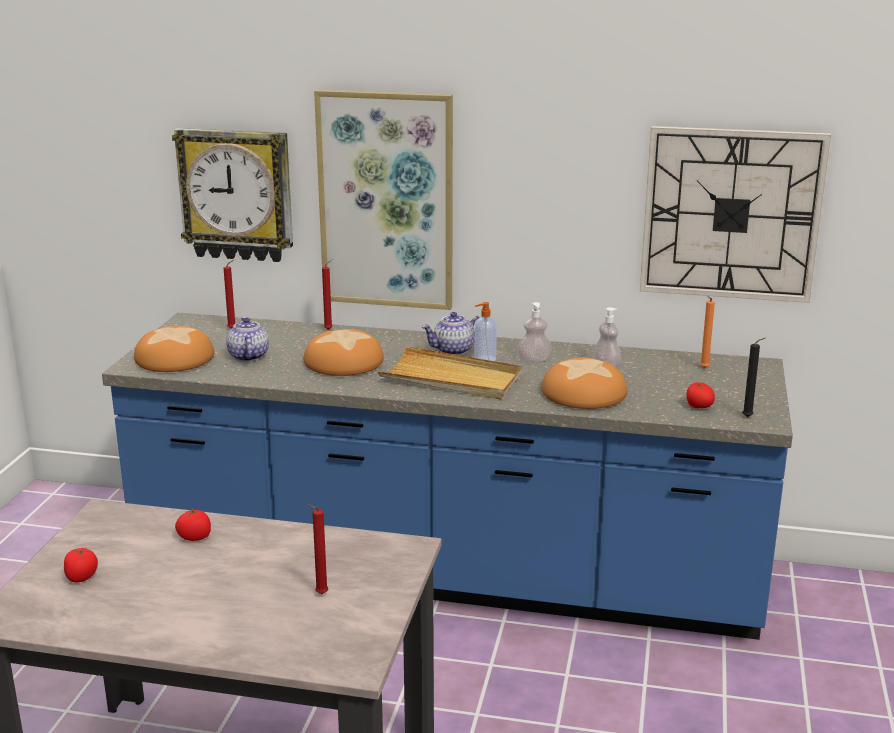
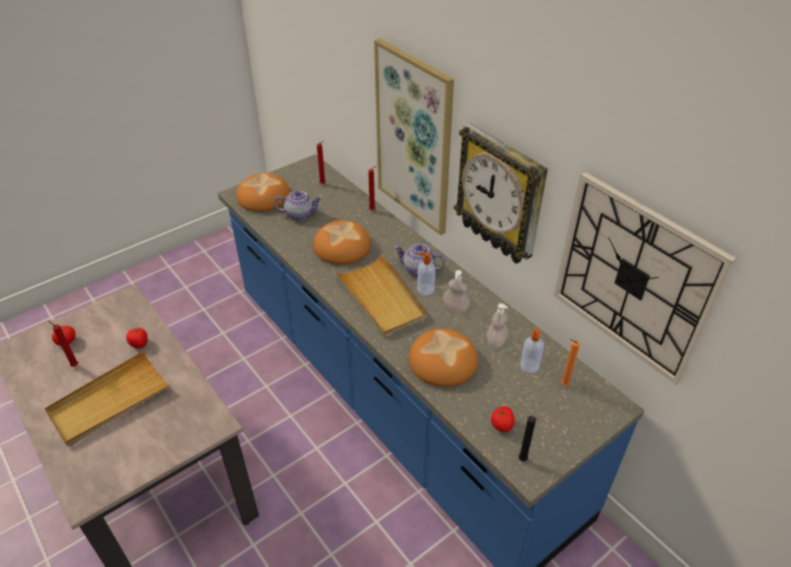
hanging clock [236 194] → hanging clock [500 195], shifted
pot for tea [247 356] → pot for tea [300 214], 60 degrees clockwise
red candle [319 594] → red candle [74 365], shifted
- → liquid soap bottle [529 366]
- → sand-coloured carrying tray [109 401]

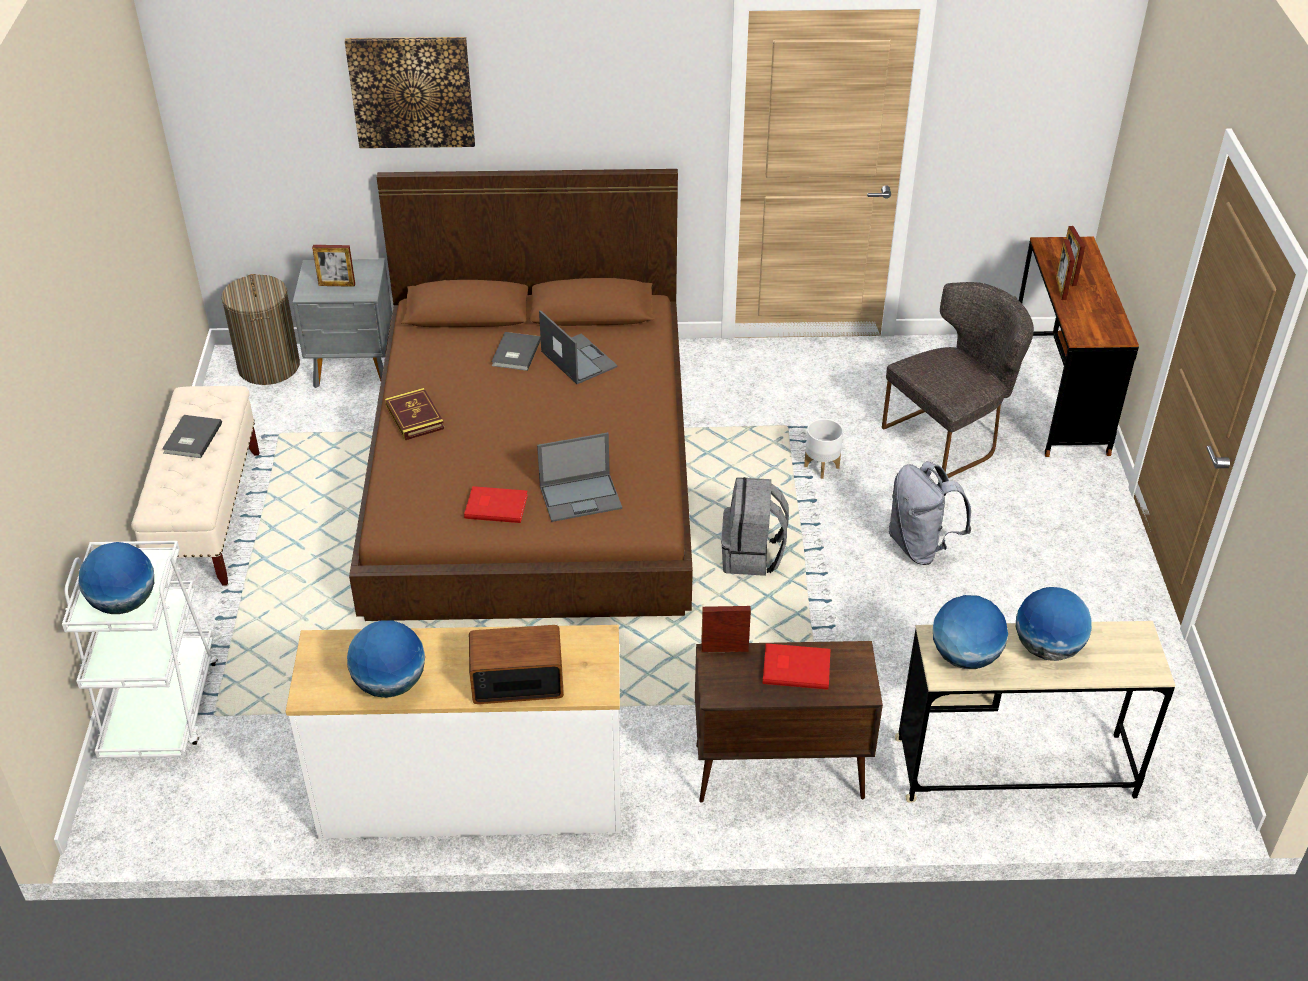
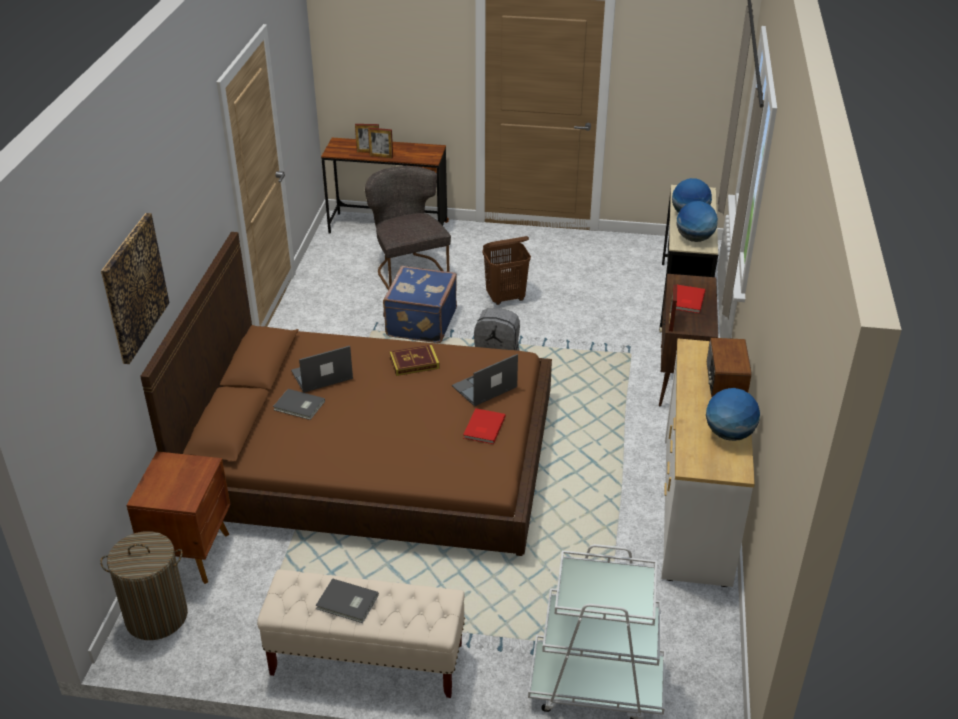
standing frame [337 284] → -
gray bedside table [355 368] → brown bedside table [191 553]
bound book [415 417] → bound book [414 363], shifted
whitish planter [821 467] → blue-coloured travel case [420 323]
notebook computer [581 497] → notebook computer [484 387], 120 degrees counterclockwise
gray backpack [920 546] → brown washing basket [506 298]
desk globe [124 603] → -

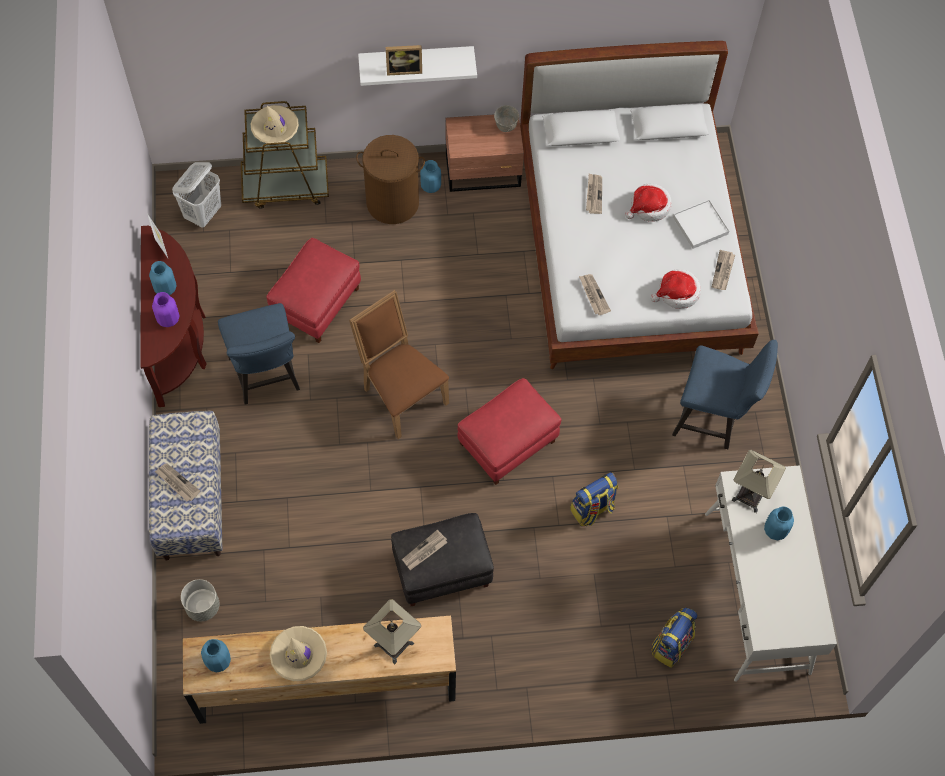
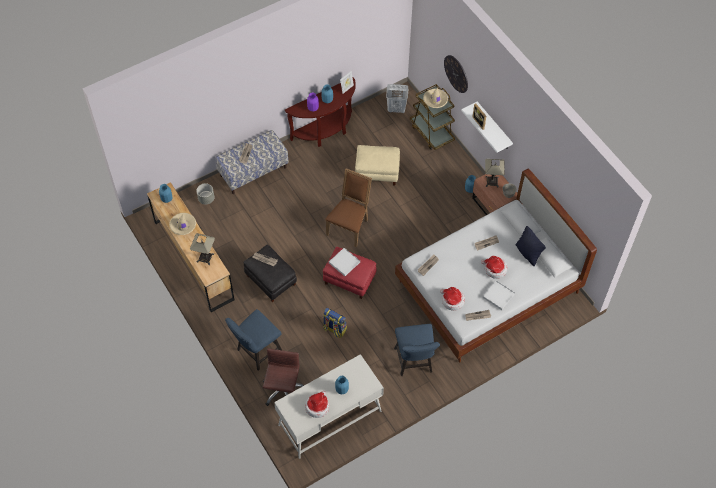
brown washing basket [393 202] → -
red footrest [316 304] → sand-coloured footrest [376 172]
blue-coloured plain chair [267 378] → blue-coloured plain chair [257 352], shifted
tabletop lamp [749 495] → tabletop lamp [492 181], shifted
backpack [671 644] → brown computer chair [282 390]
- → hanging clock [456 73]
- → black-coloured cushion [528 253]
- → whitish carrying tray [344 262]
- → wearable hat [317 406]

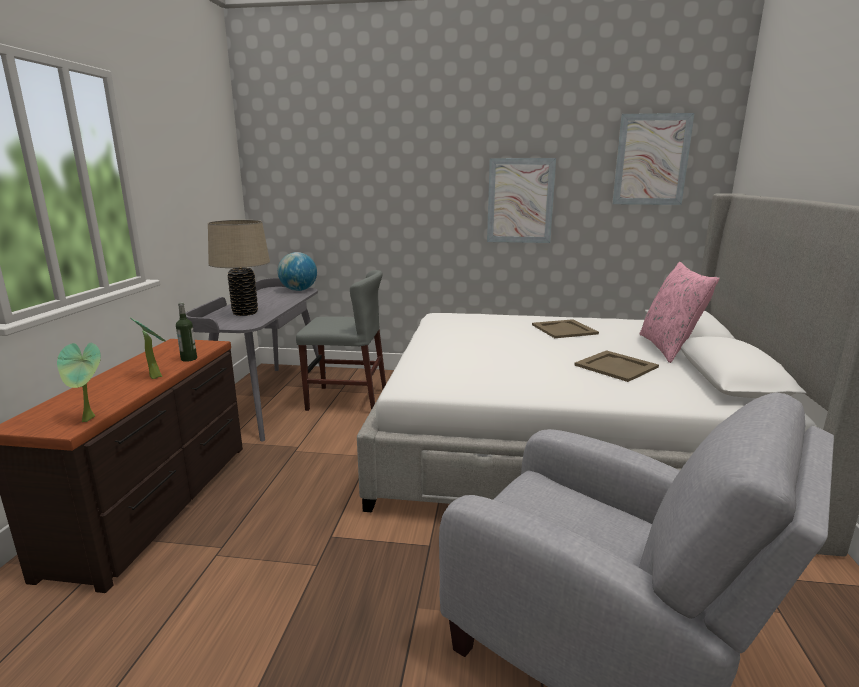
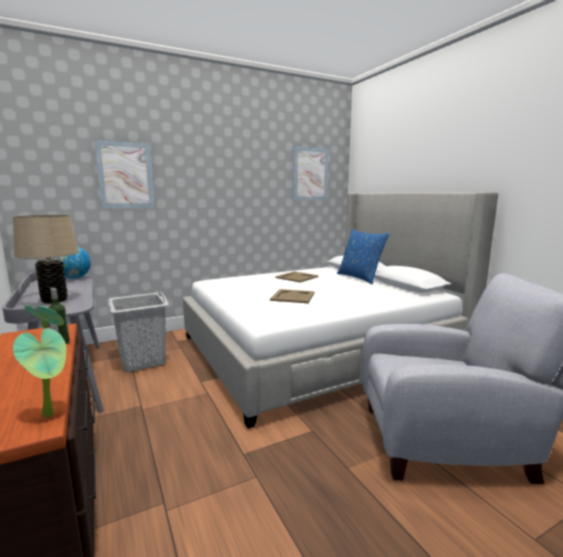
wall art [520 201] → wall art [125 175], shifted
pink-coloured cushion [669 348] → blue-coloured cushion [360 278]
gray plain chair [347 400] → gray washing basket [143 361]
sand-coloured carrying tray [615 366] → sand-coloured carrying tray [292 296], shifted

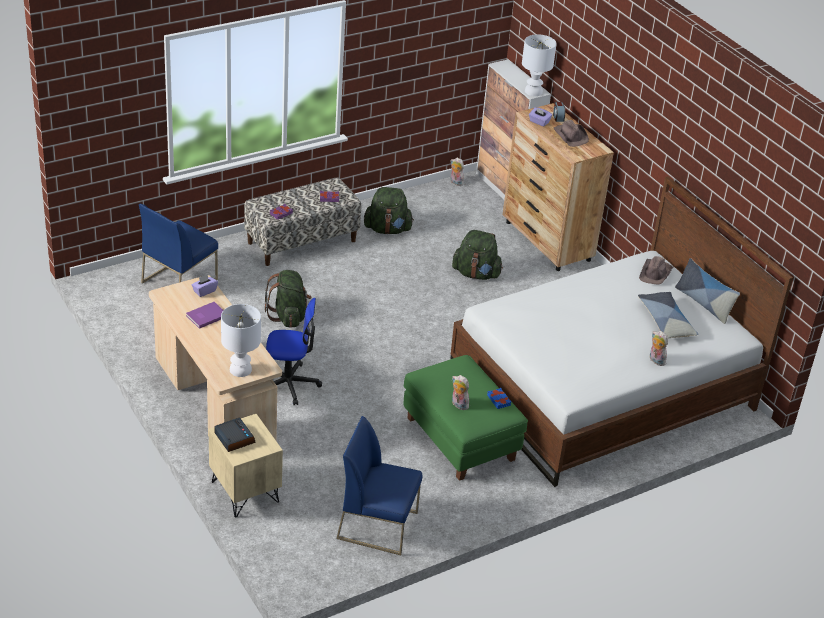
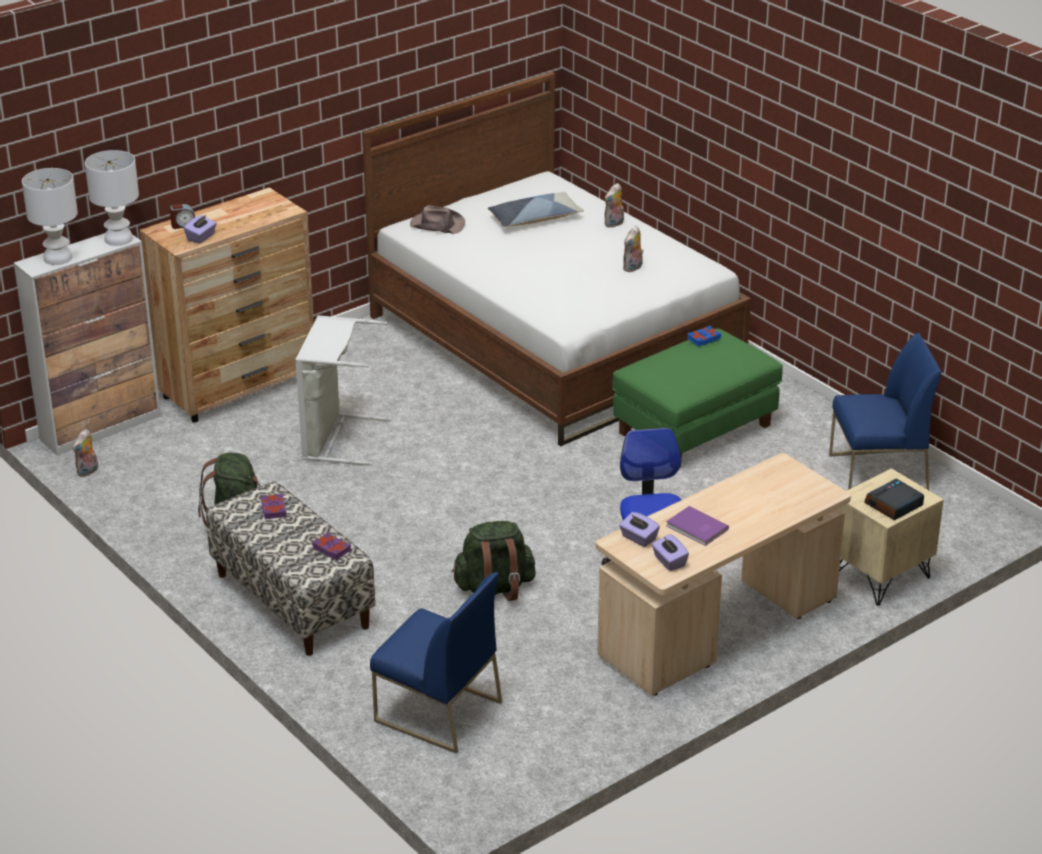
brown wearable hat [570 136] → -
green backpack [476 274] → gray washing basket [336 439]
cushion [703 303] → -
whitish tabletop lamp [241 369] → whitish tabletop lamp [57 258], shifted
soft toy [458 405] → soft toy [633 268], shifted
blue-coloured plain chair [378 525] → blue-coloured plain chair [877 473], 105 degrees counterclockwise
- → purple-coloured box of tissues [669 561]

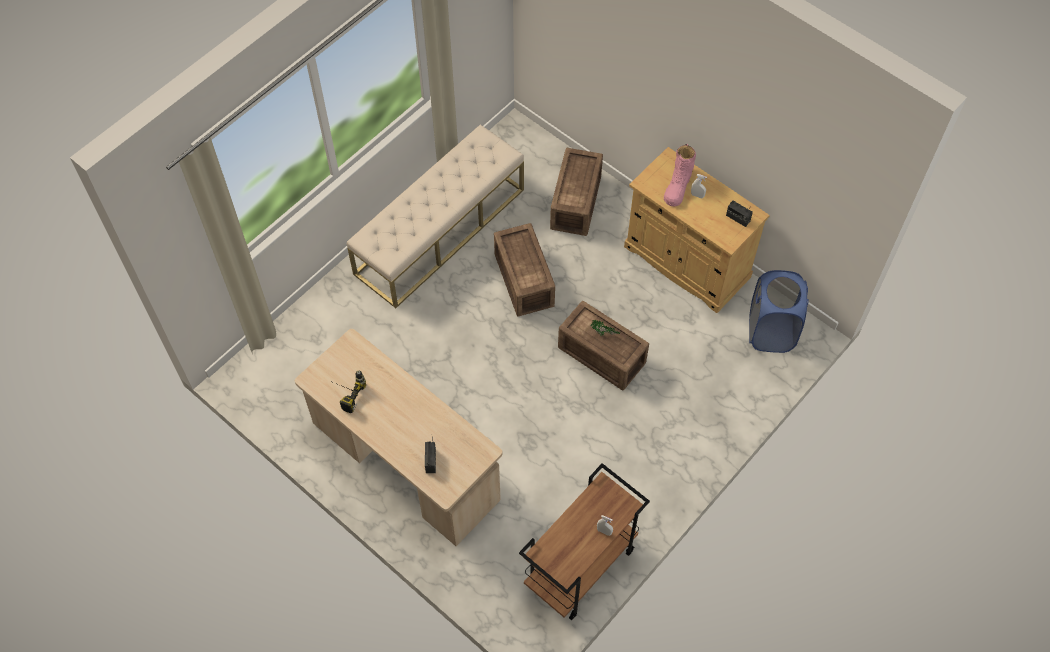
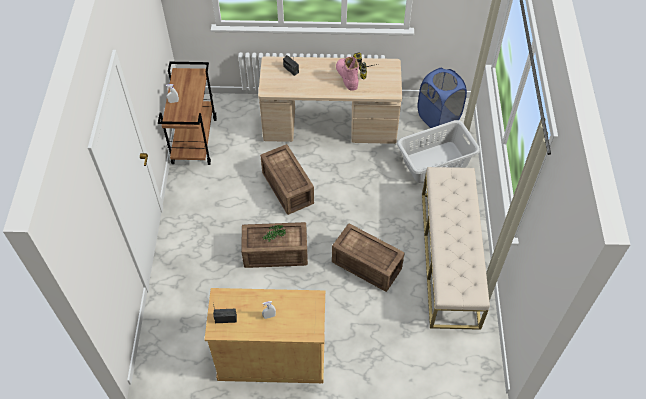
pink-coloured boot [678 186] → pink-coloured boot [347 77], shifted
packing crate [577 201] → packing crate [287 189], shifted
blue-coloured washing basket [770 331] → blue-coloured washing basket [438 117], shifted
- → gray washing basket [435 162]

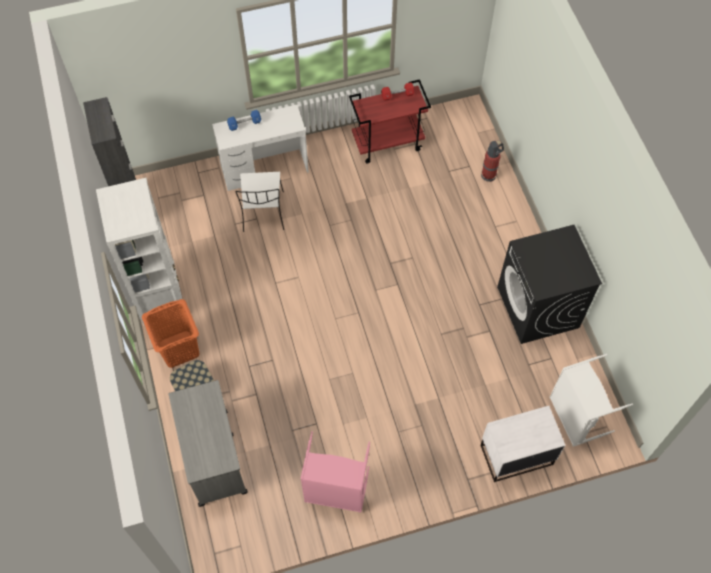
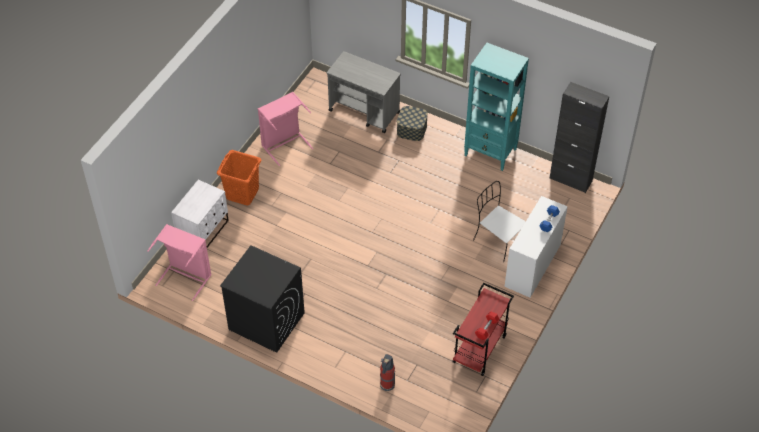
whitish shelving unit [160 297] → turquoise shelving unit [491 153]
orangey washing basket [179 349] → orangey washing basket [242 193], shifted
whitish washing basket [574 417] → pink-coloured washing basket [186 276]

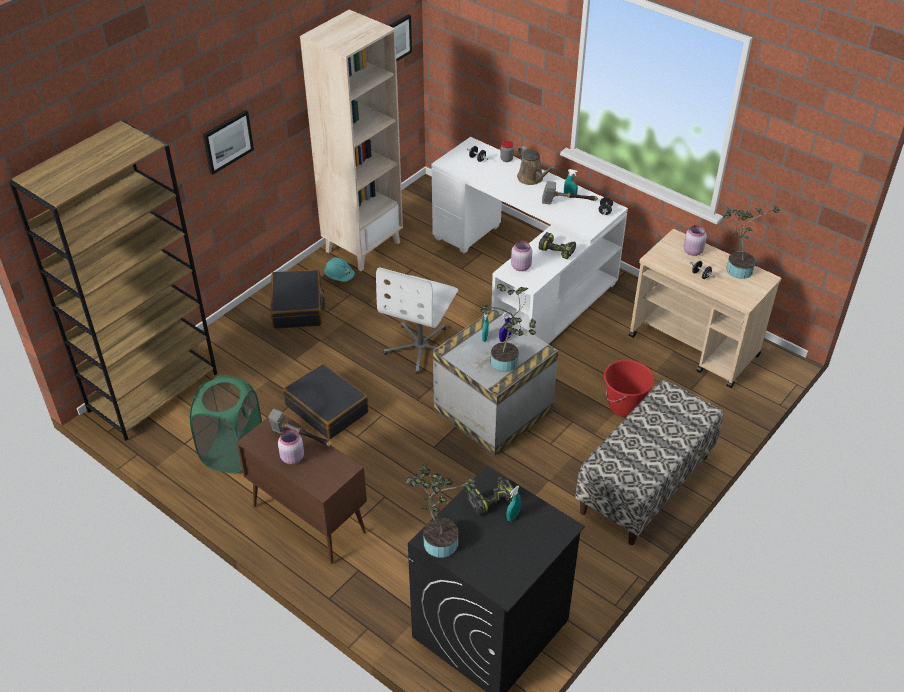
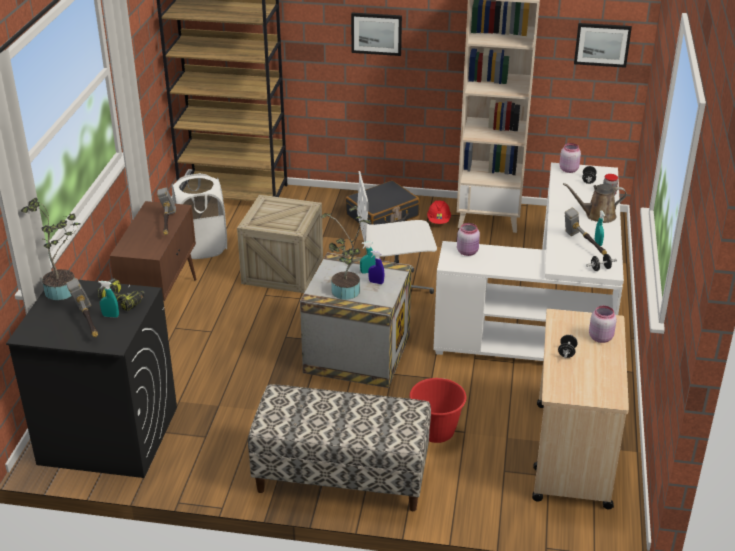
brown watering pot [532 178] → brown watering pot [597 215], 60 degrees clockwise
plant in a pot [736 268] → -
electric drill [558 250] → -
turquoise safety helmet [339 277] → red safety helmet [439 220]
black-coloured travel case [327 409] → packing crate [282 270]
green washing basket [233 452] → whitish washing basket [202 247]
pink-coloured preserve jar [291 457] → pink-coloured preserve jar [568 169], shifted
- → tool hammer [87 322]

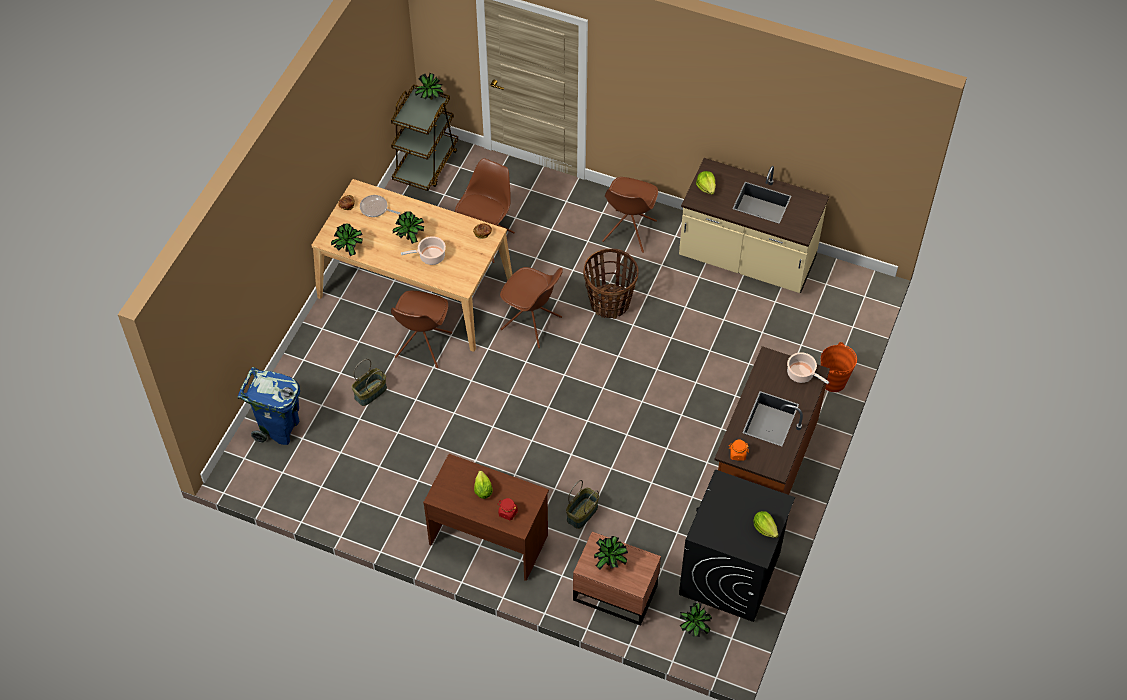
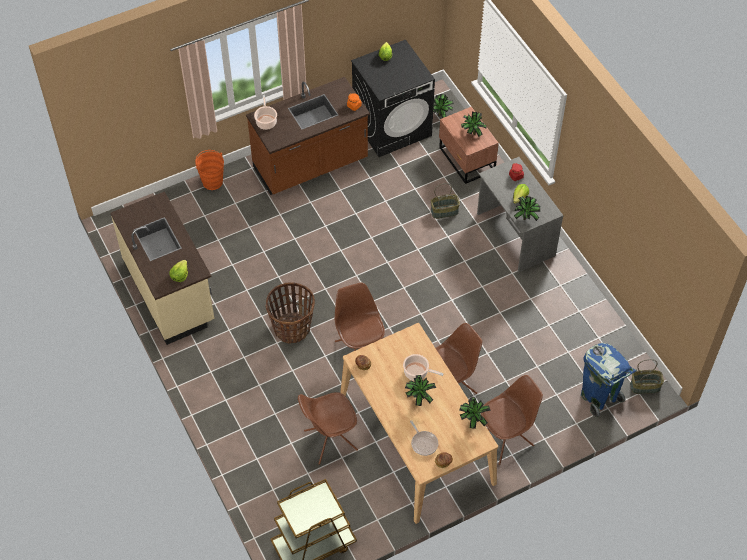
plant in a pot [430 100] → plant in a pot [526 218], shifted
brown plain chair [628 232] → brown plain chair [506 439], shifted
storage basket [370 393] → storage basket [645 386], shifted
brown desk table [488 538] → gray desk table [515 235]

